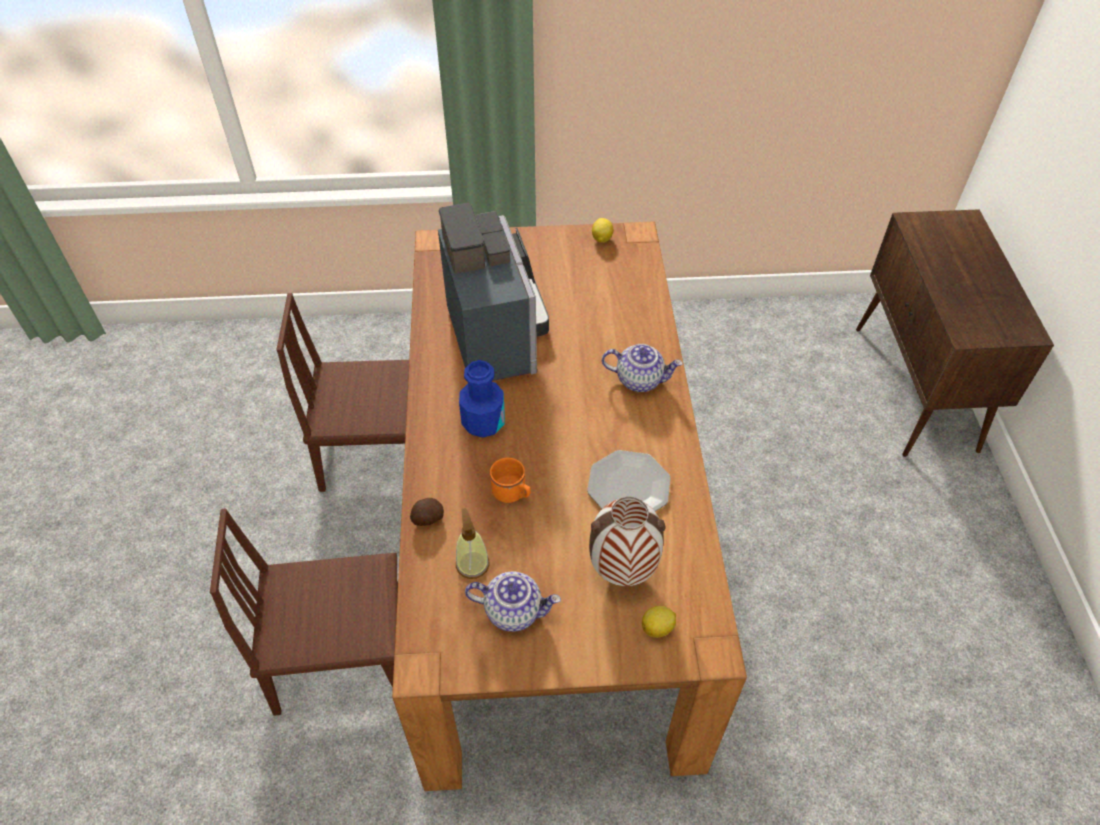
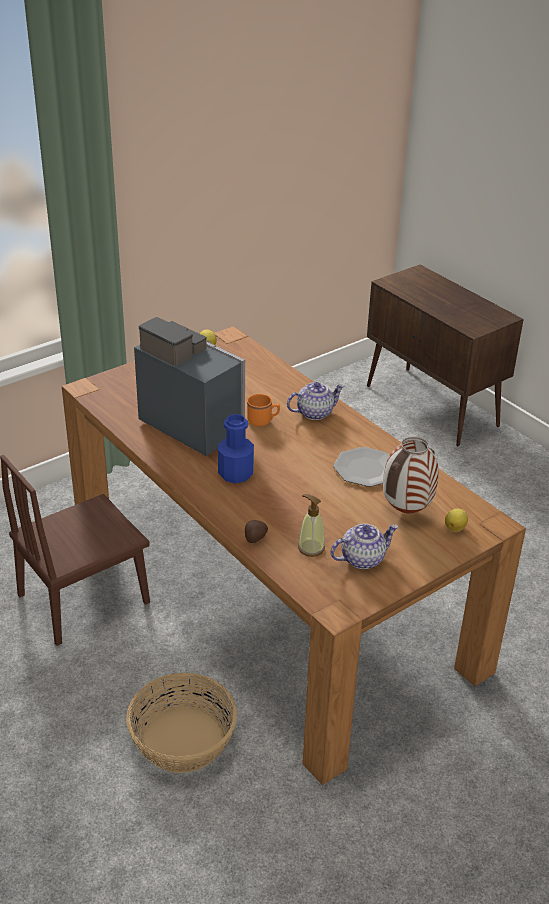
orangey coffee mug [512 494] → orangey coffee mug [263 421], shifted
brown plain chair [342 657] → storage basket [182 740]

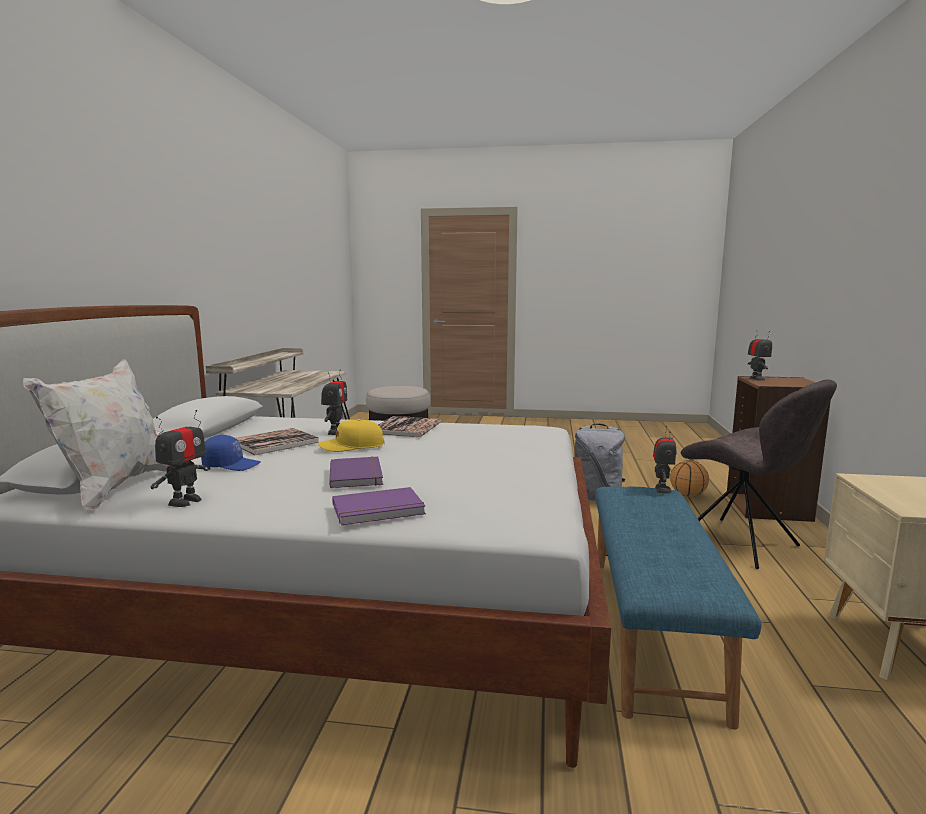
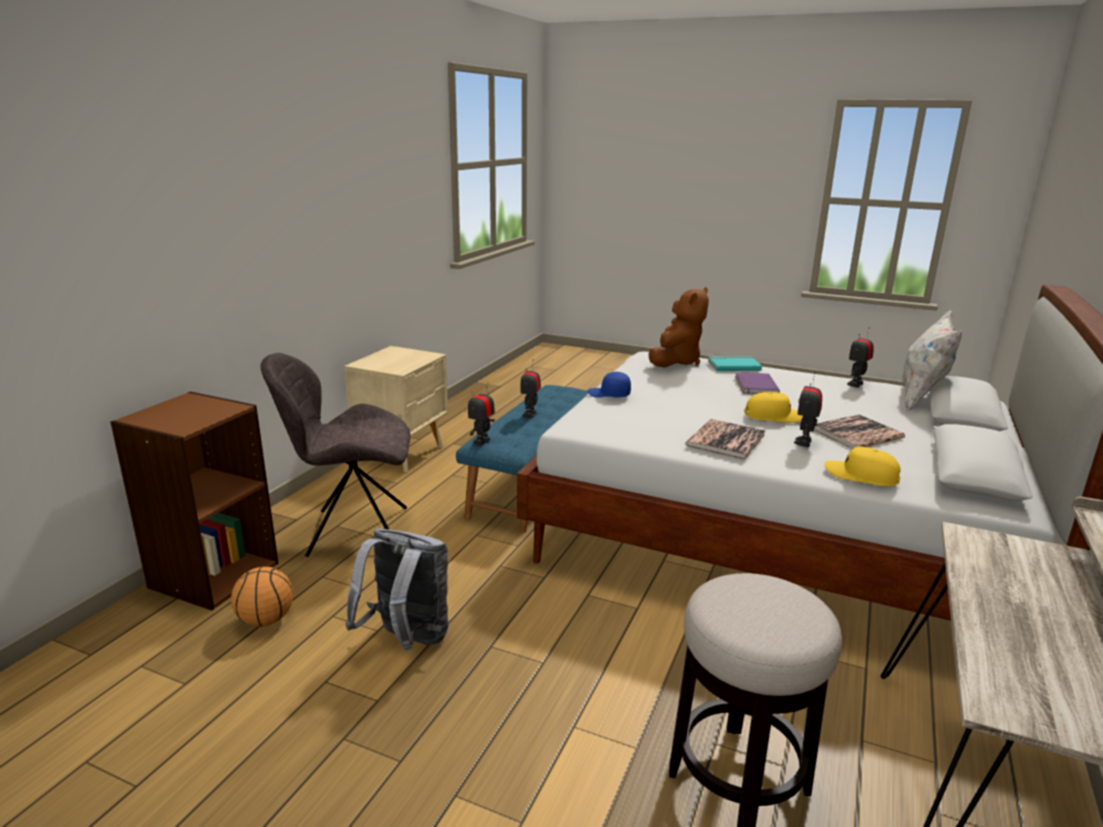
model robot [757 379] → model robot [530 414], shifted
gray plain chair [742 544] → gray plain chair [354 531], 75 degrees counterclockwise
blue-coloured cap [231 465] → blue-coloured cap [609 394], shifted
purple-coloured bound book [379 510] → turquoise bound book [733 365]
- → brown soft toy [676 361]
- → yellow cap [861 475]

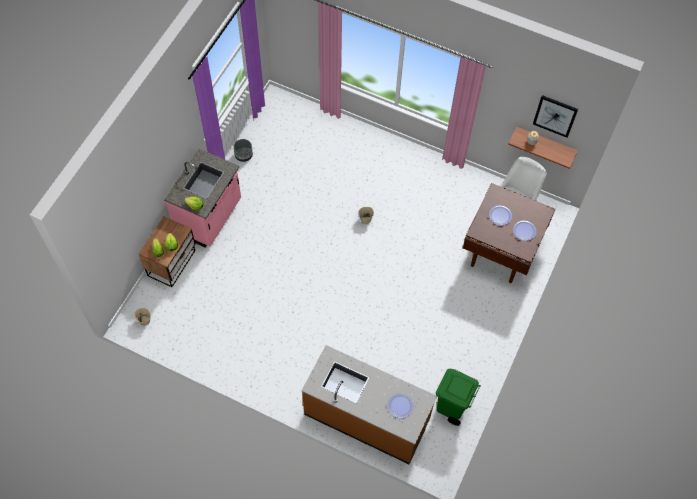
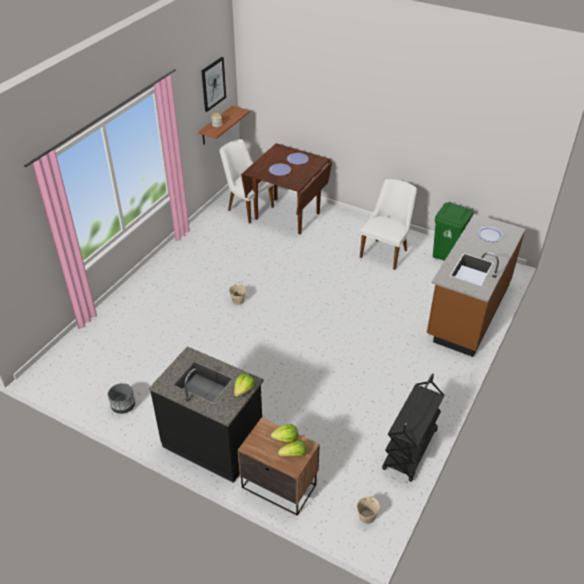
pink-coloured kitchen counter [210 218] → black-coloured kitchen counter [213 443]
- → whitish plain chair [386 251]
- → black-coloured trolley [410 450]

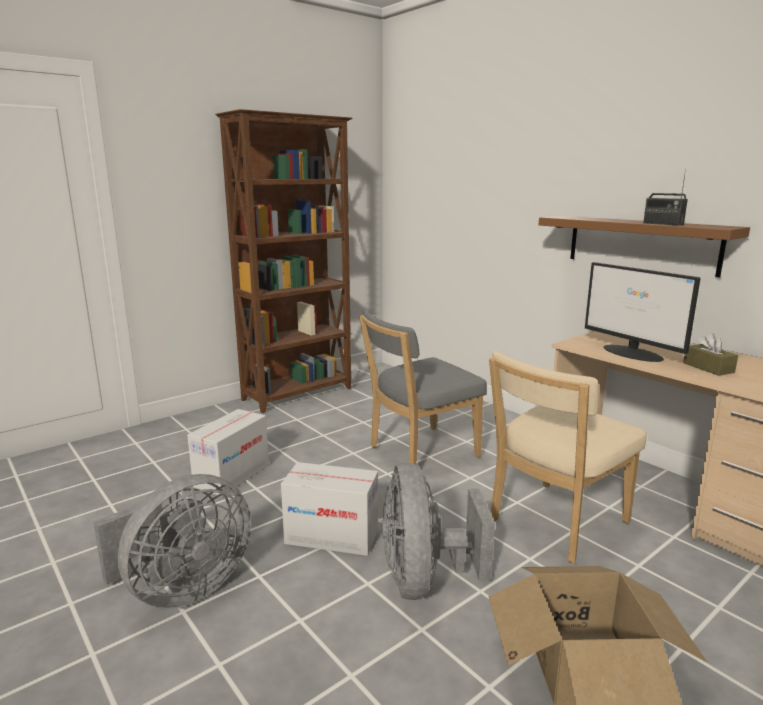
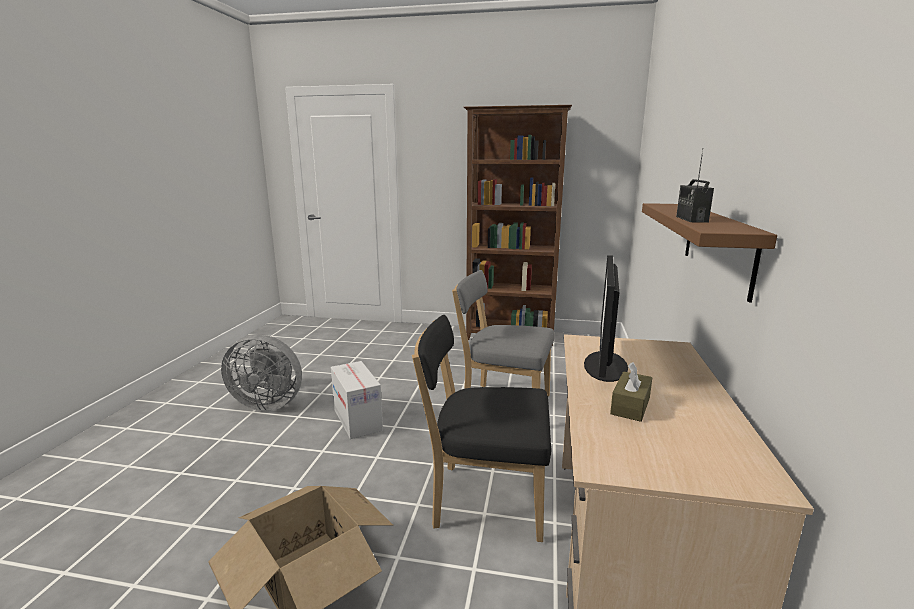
sand-coloured plain chair [554 523] → black-coloured plain chair [483 499]
carton [232 475] → -
gray fan [424 579] → -

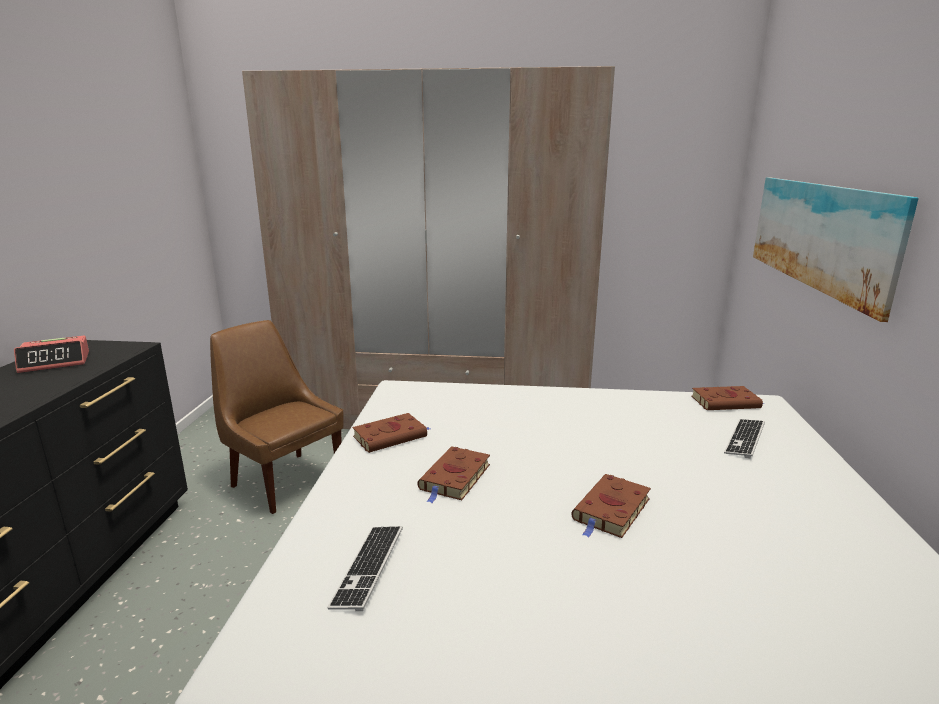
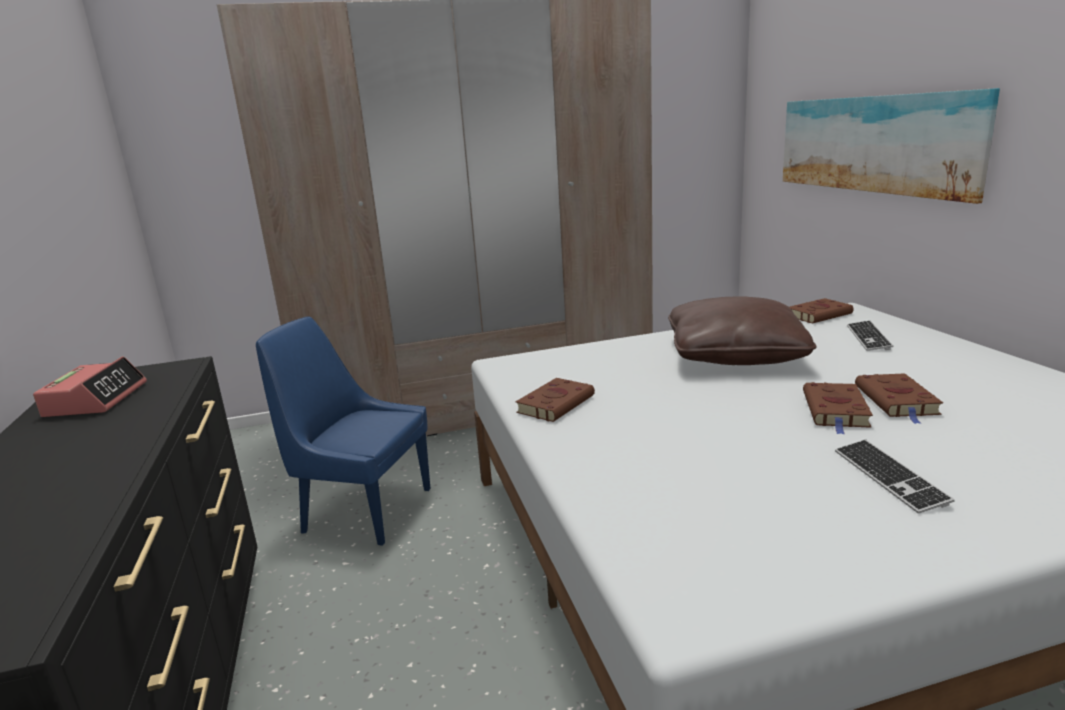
brown plain chair [284 480] → blue-coloured plain chair [363 509]
table clock [55 362] → table clock [96 399], 45 degrees counterclockwise
brown bound book [454 478] → brown bound book [897 401], shifted
keyboard [368 567] → keyboard [889 477], shifted
- → brown cushion [734 355]

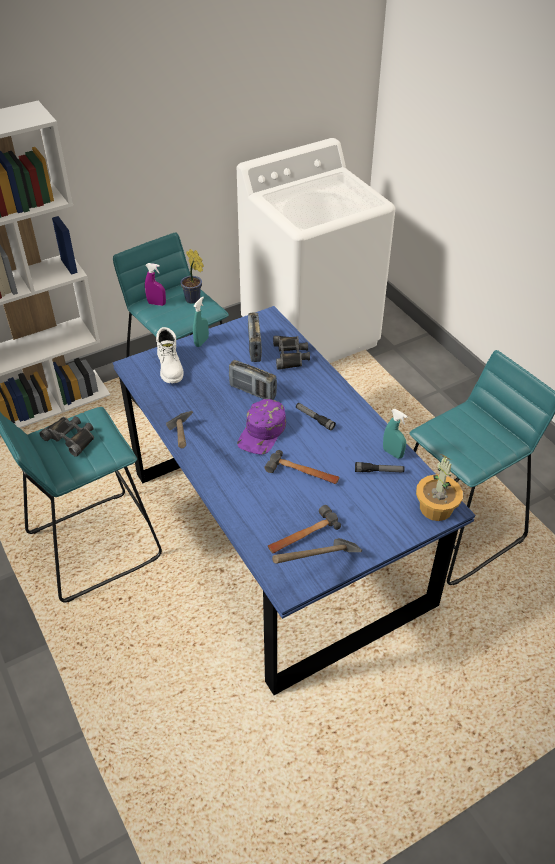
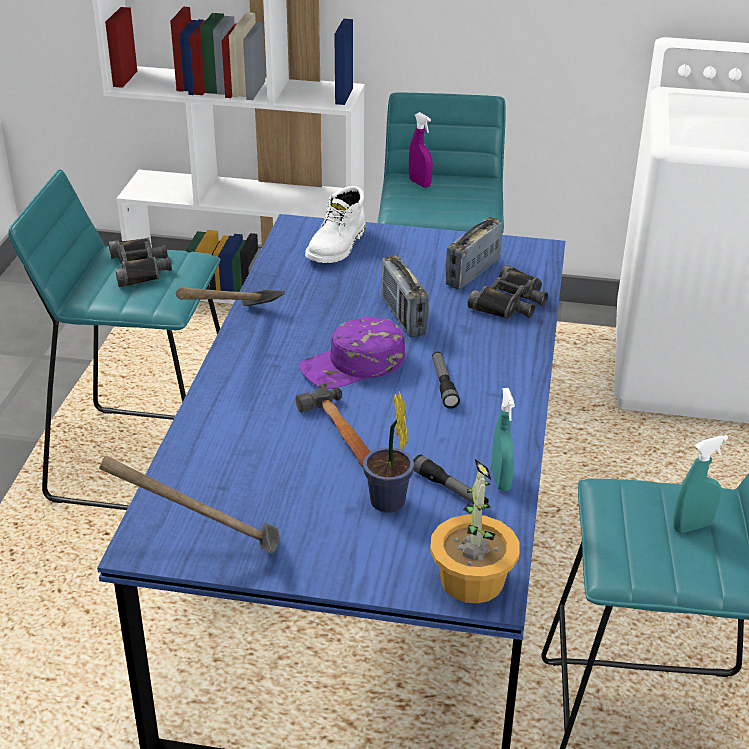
plant in a pot [194 300] → plant in a pot [388 505], shifted
turquoise hand sprayer [201 342] → turquoise hand sprayer [692 526], shifted
tool hammer [302 535] → -

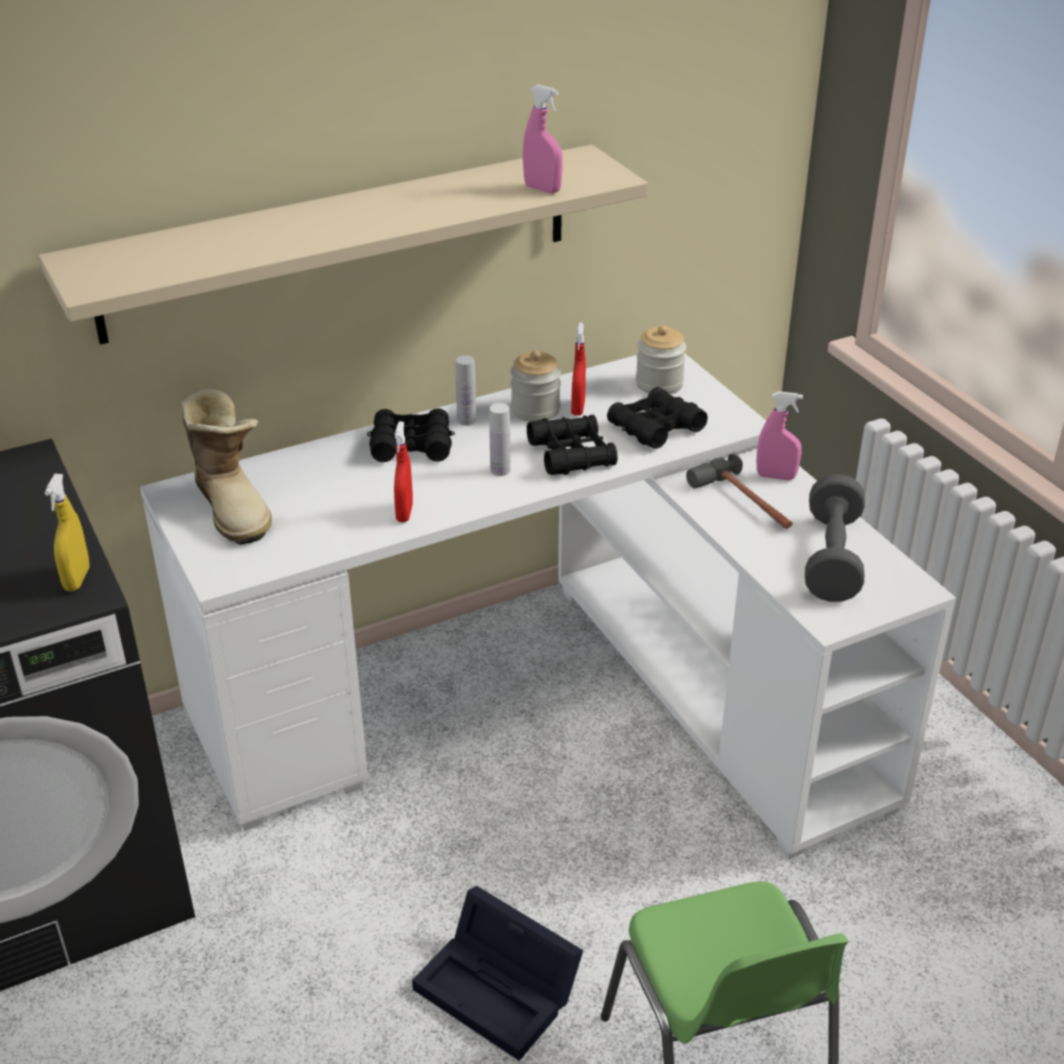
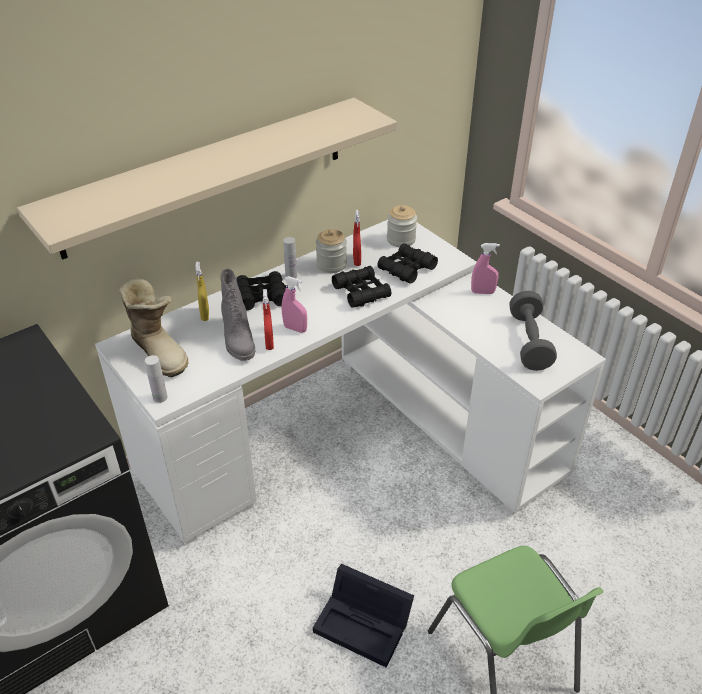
pink-coloured hand sprayer [542 189] → pink-coloured hand sprayer [295 329], shifted
whitish bottle [500 470] → whitish bottle [160 397], shifted
tool hammer [745 504] → -
yellow hand sprayer [77 579] → yellow hand sprayer [205 314], shifted
- → gray boot [237 340]

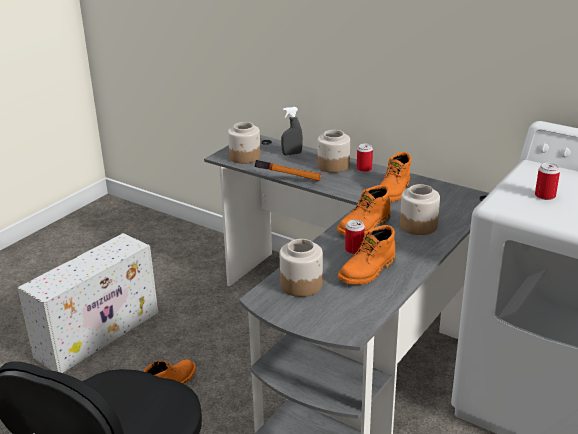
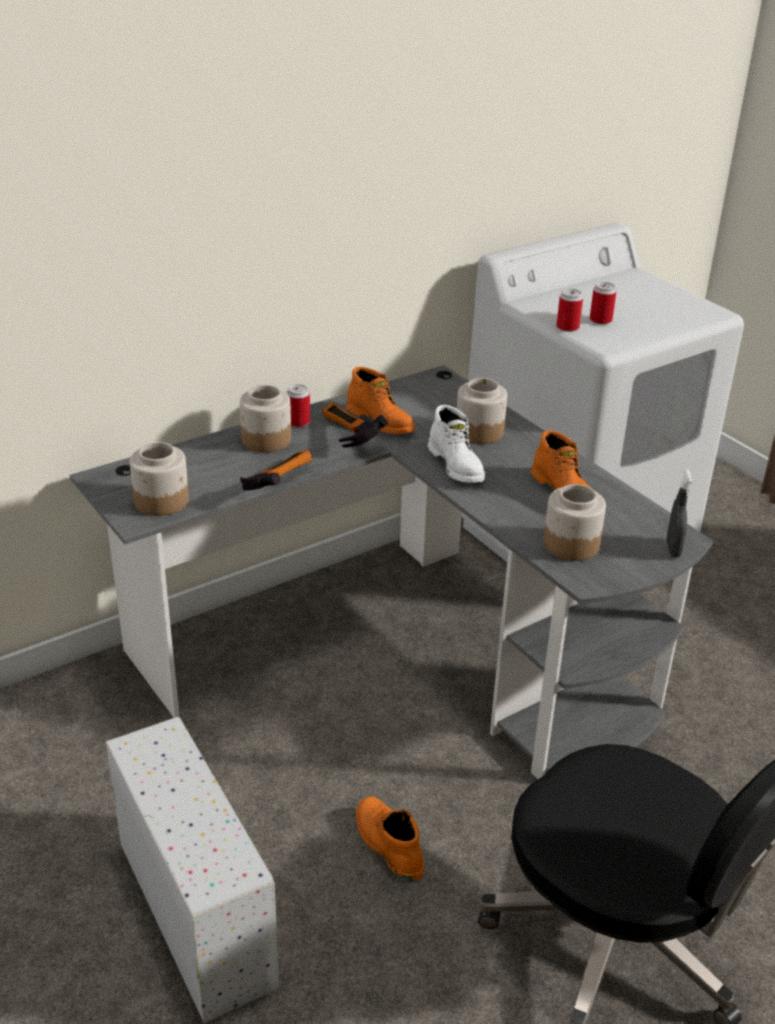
gray hand sprayer [292 154] → gray hand sprayer [673 549], shifted
orangey boot [365 227] → whitish boot [457 465]
sealed can [354 250] → sealed can [567 327], shifted
- → tool hammer [344 438]

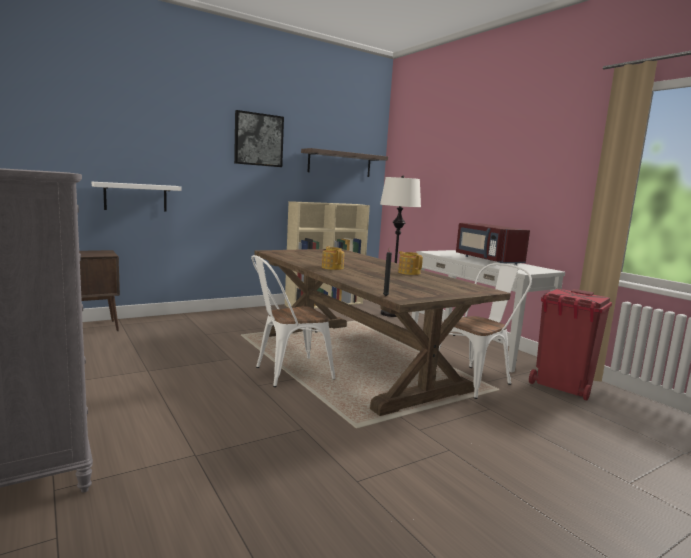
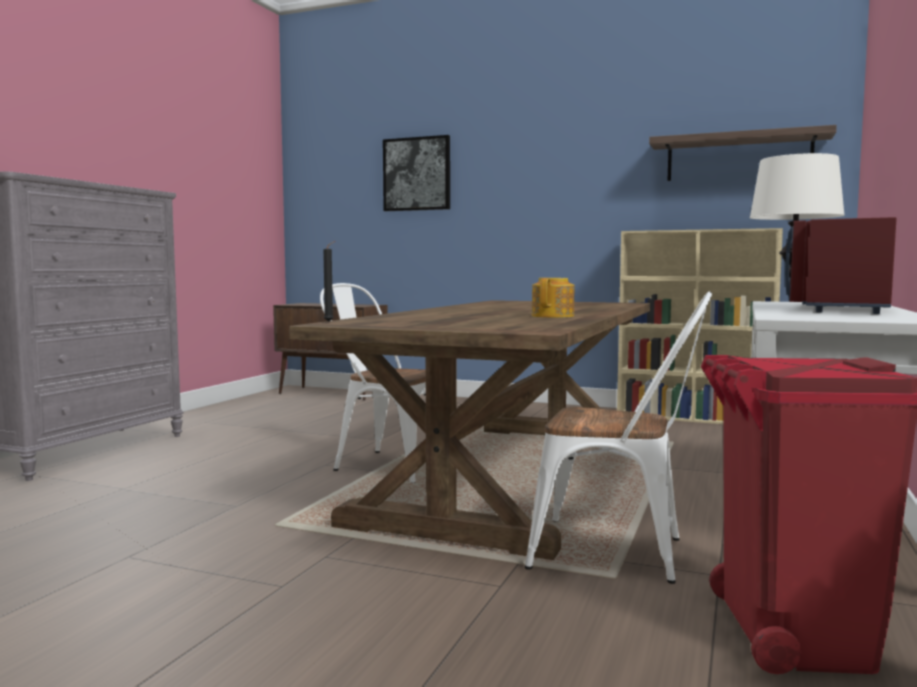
wall art [258 139] → wall art [417 174], shifted
whitish shelf [135 197] → -
pot for tea [332 267] → -

